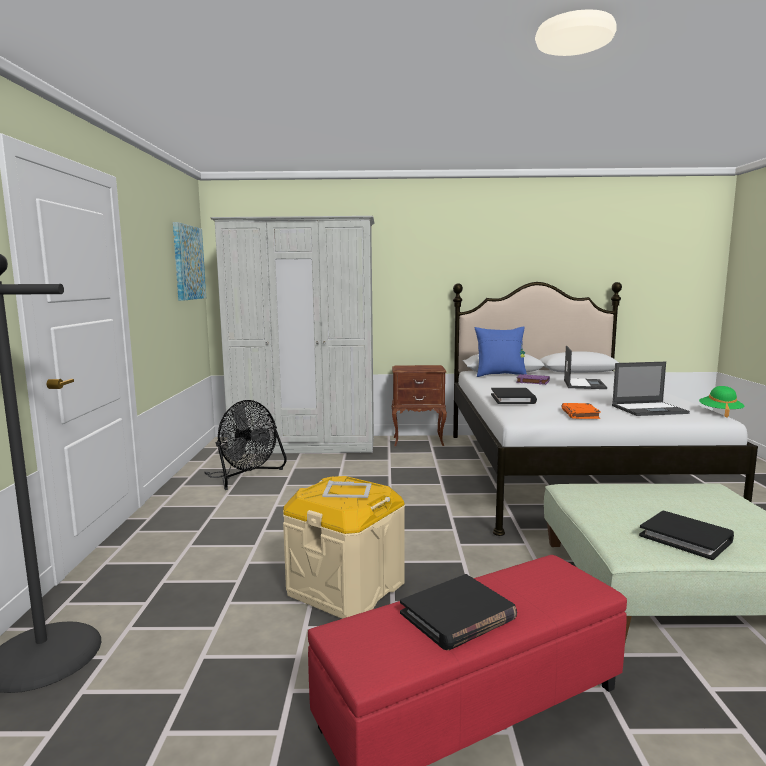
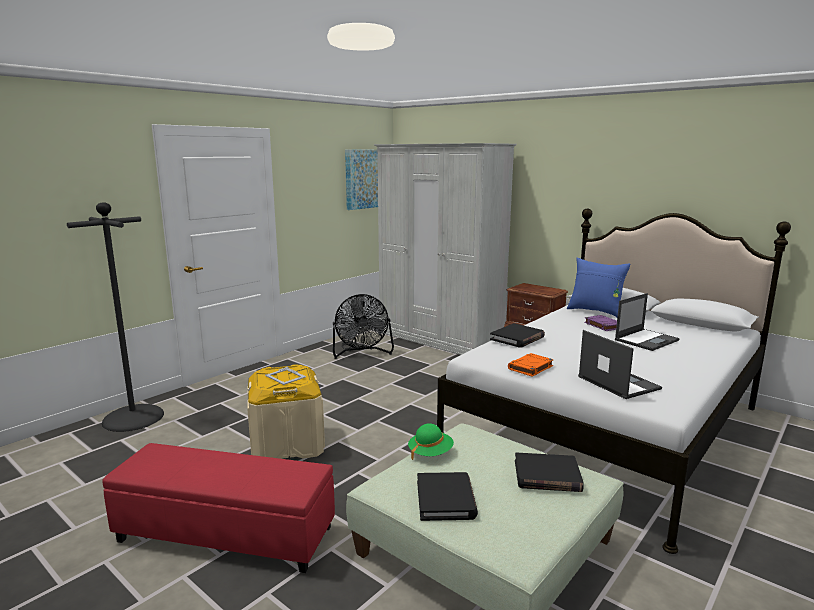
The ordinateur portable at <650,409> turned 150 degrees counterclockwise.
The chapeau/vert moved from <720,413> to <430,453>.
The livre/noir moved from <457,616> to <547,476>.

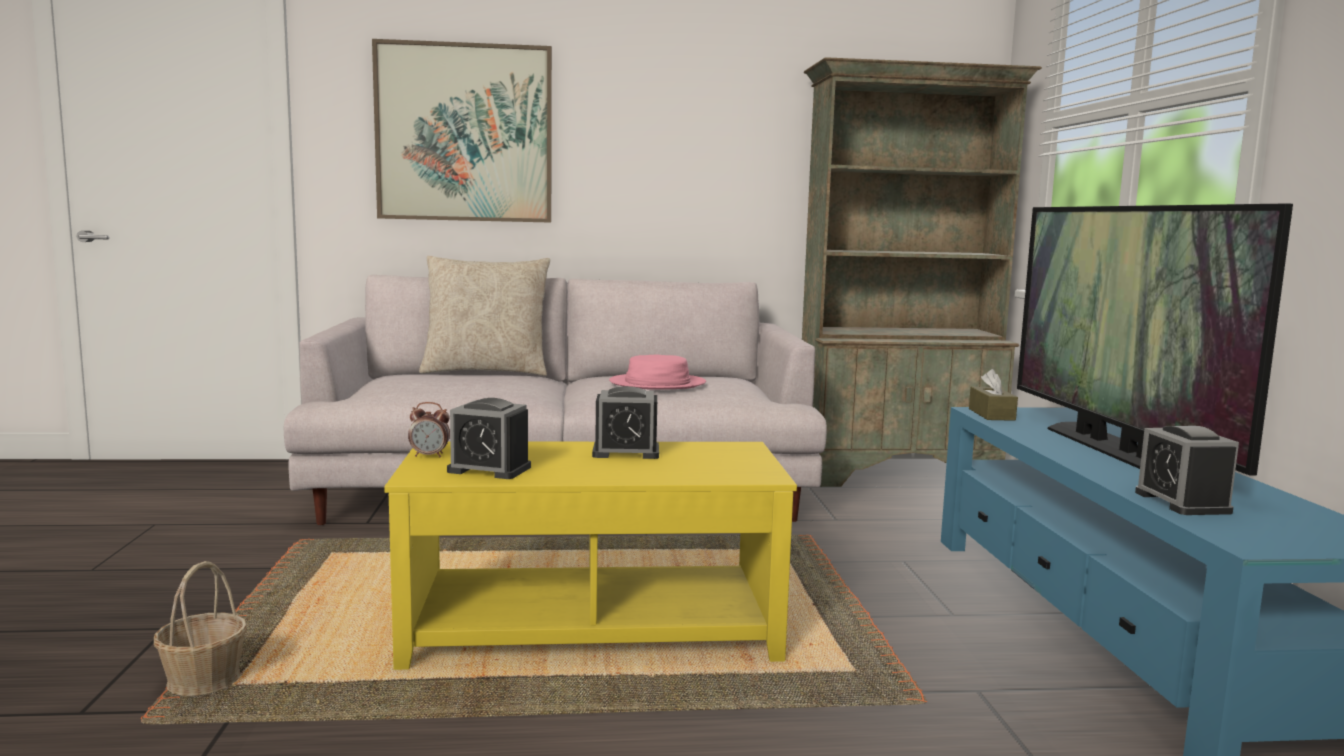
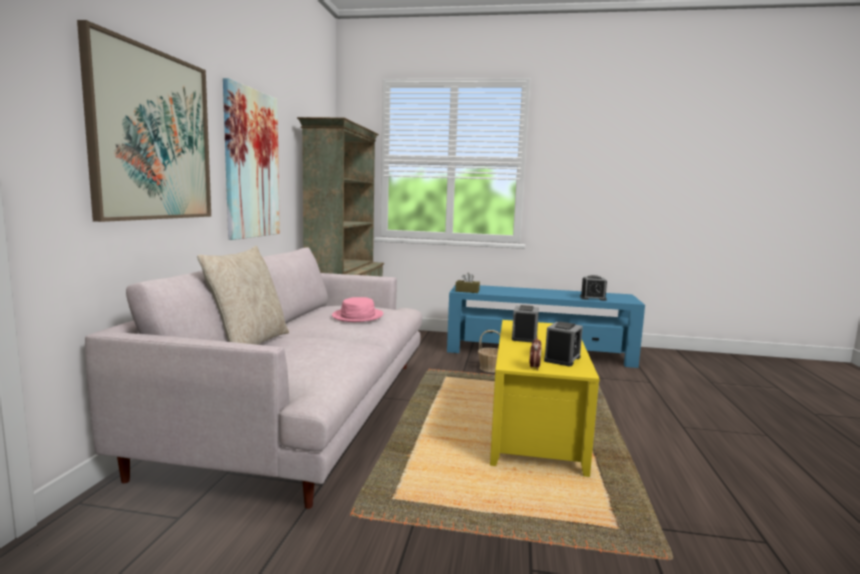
The téléviseur at <1115,450> disappeared.
The panier moved from <203,681> to <490,368>.
The tableau at <251,164> appeared.

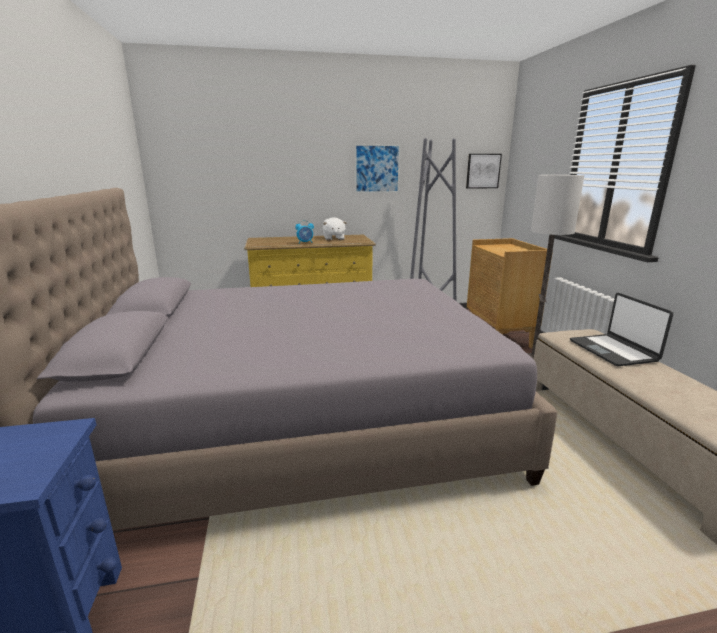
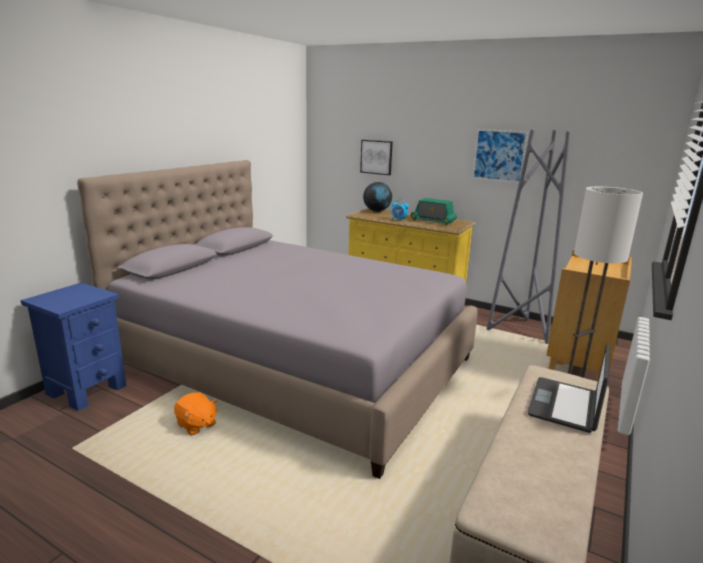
The tableau moved from <483,171> to <376,157>.
The peluche/blanc at <333,238> was replaced by the radio at <433,221>.
The globe at <377,211> appeared.
The peluche/orange at <196,425> appeared.

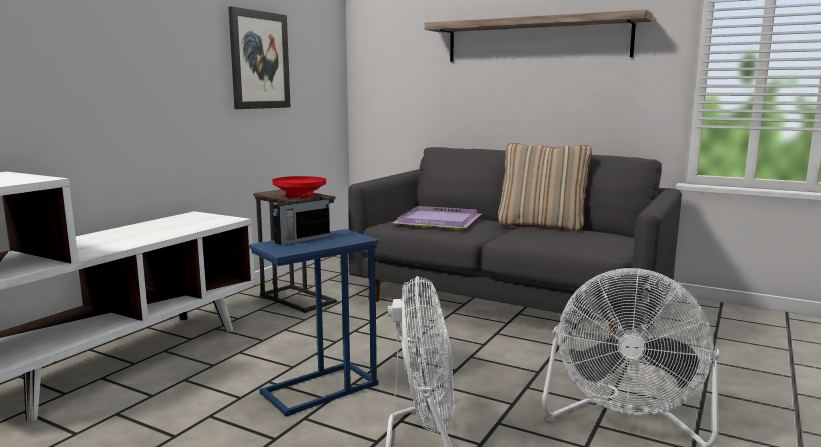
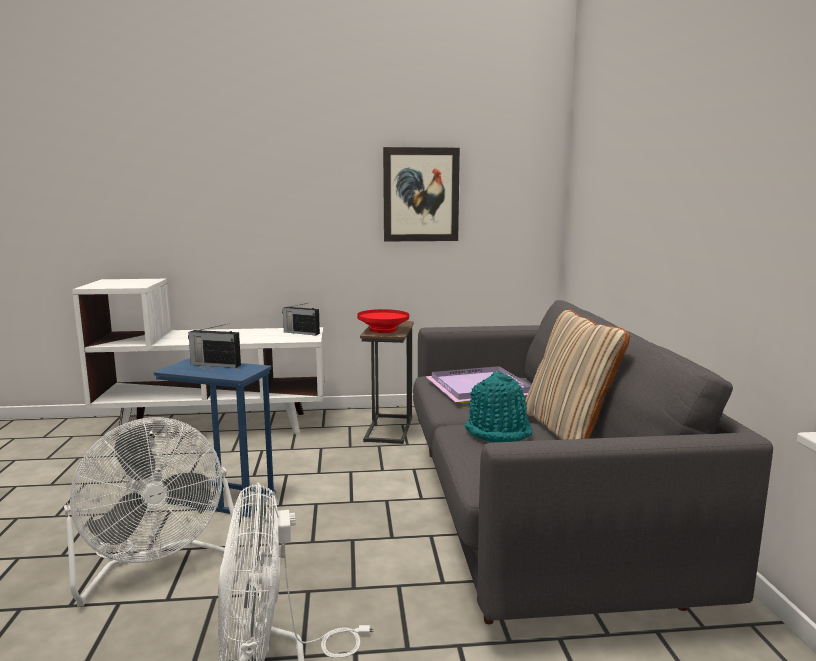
The étagère at <536,39> disappeared.
The radio at <301,333> appeared.
The chapeau/turquoise at <498,431> appeared.

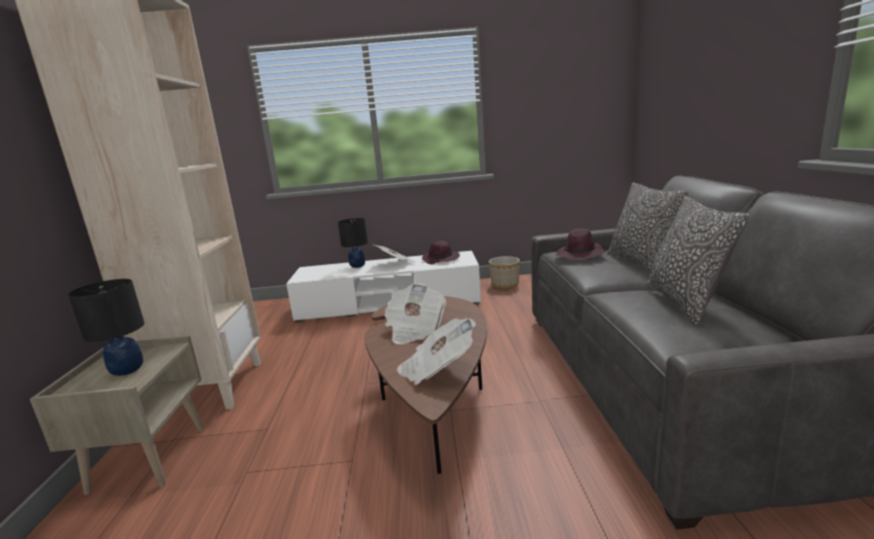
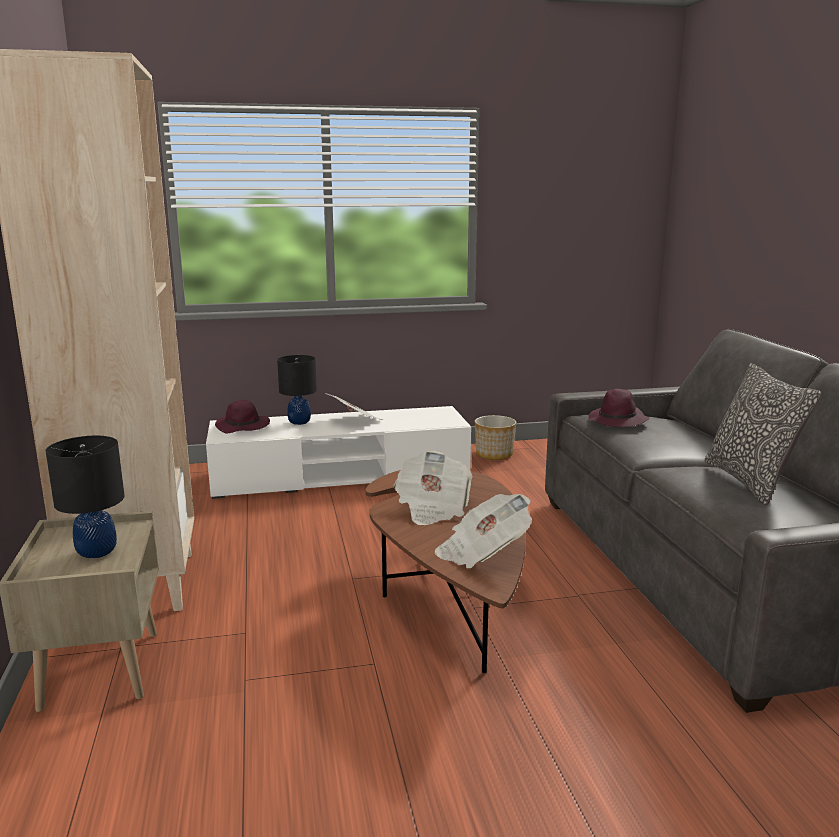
The coussin at <641,262> disappeared.
The chapeau/violet moved from <441,259> to <243,426>.

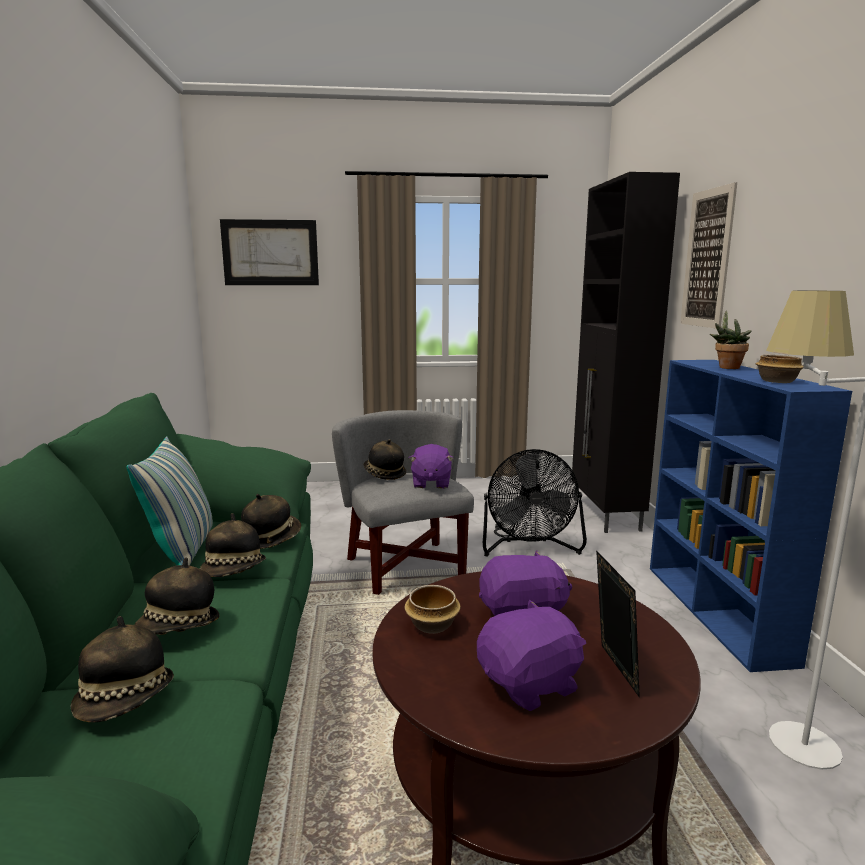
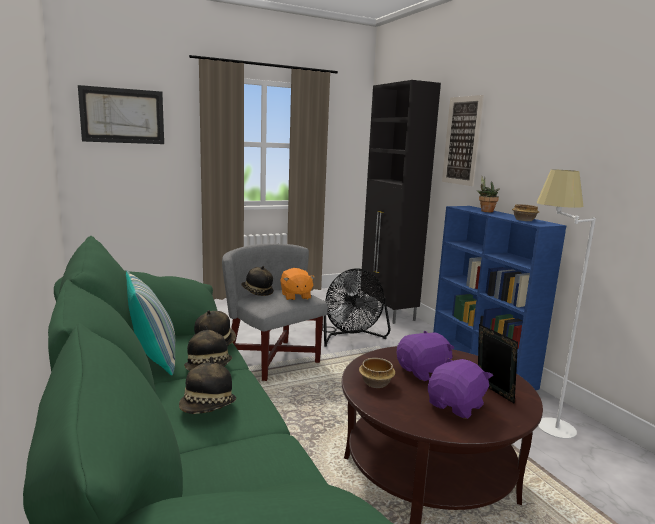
The peluche/violet at <430,483> became the peluche/orange at <295,296>.
The chapeau at <126,702> disappeared.

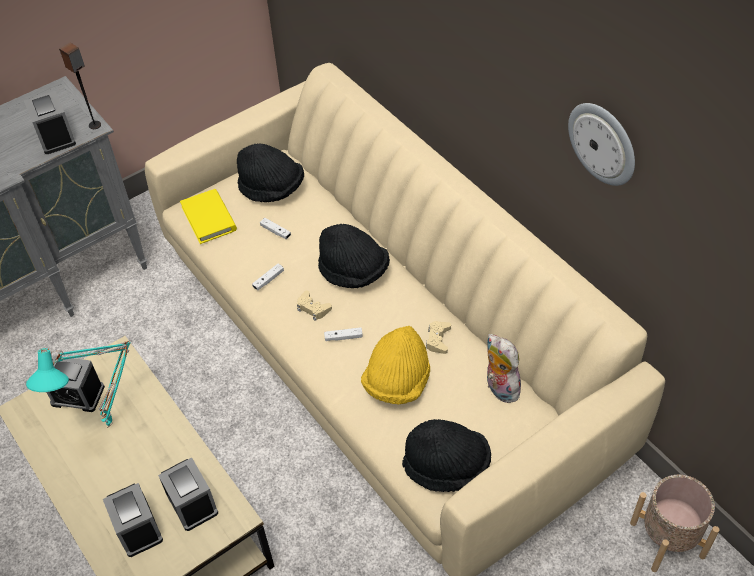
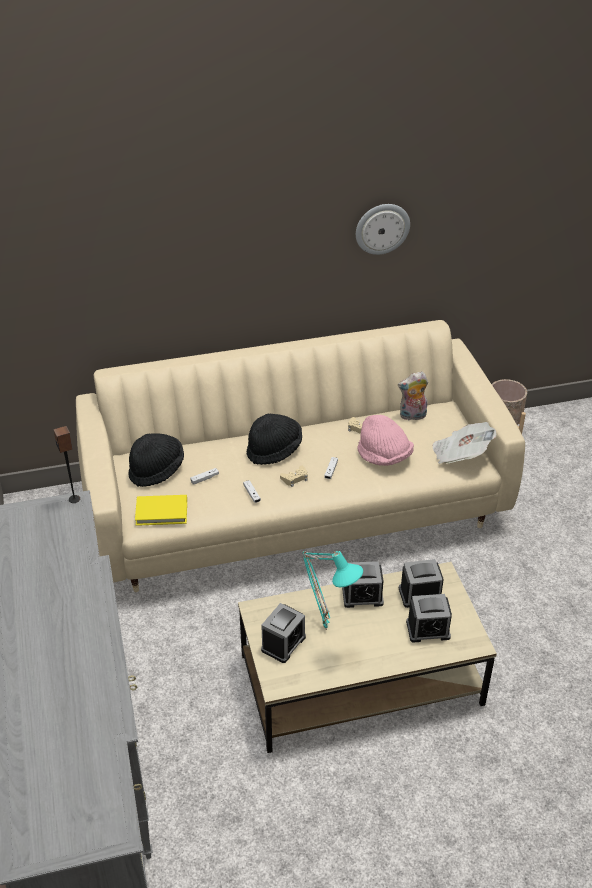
The réveil moved from <55,136> to <362,596>.
The chapeau/jaune at <397,382> became the chapeau/rose at <384,456>.
The chapeau/noir at <447,467> was replaced by the journal at <460,455>.

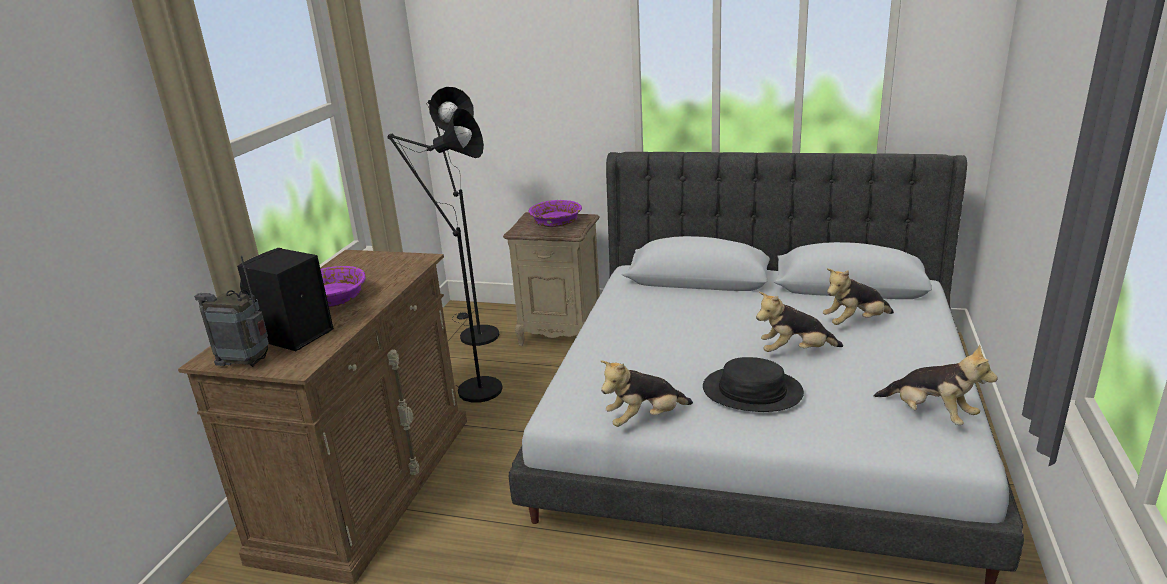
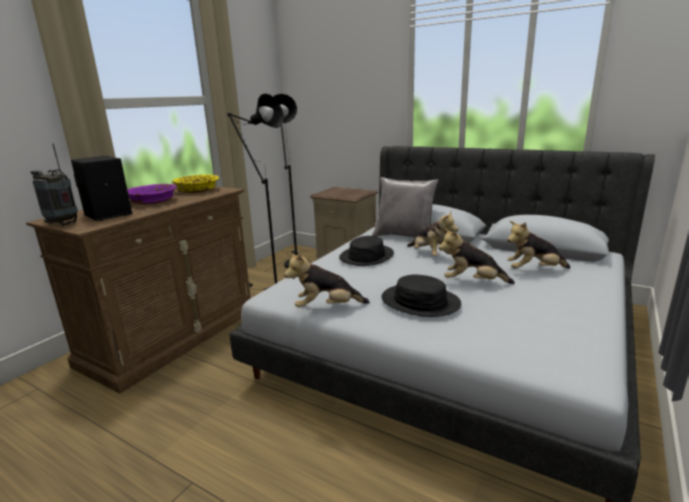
The bol/violet at <556,222> disappeared.
The peluche moved from <930,414> to <430,255>.
The bol/jaune at <197,190> appeared.
The coussin/gris at <405,237> appeared.
The chapeau/noir at <366,256> appeared.

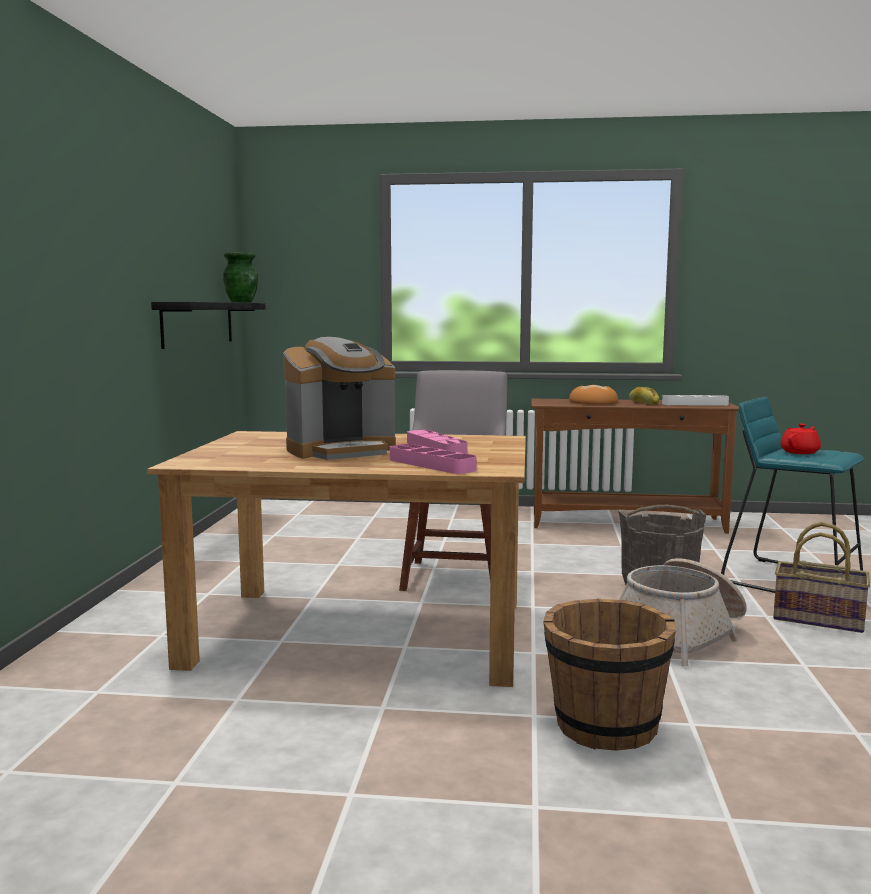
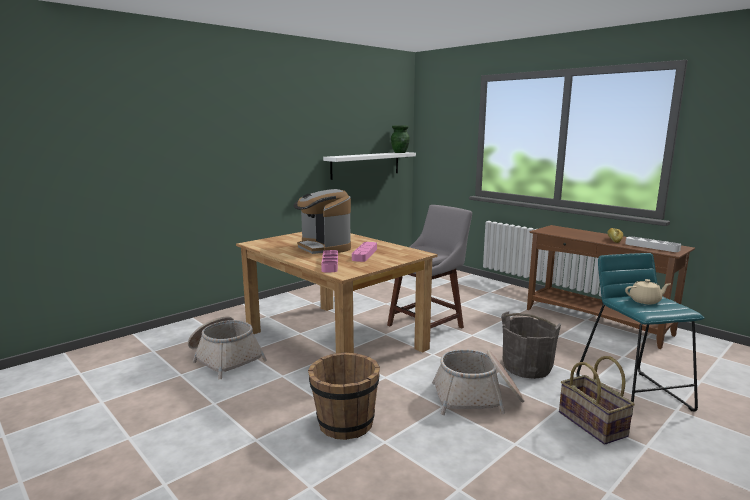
The étagère/noir at <198,323> became the étagère/blanc at <365,165>.
The machine à café at <341,451> turned 45 degrees clockwise.
The pain at <592,402> disappeared.
The théière/rouge at <800,452> became the théière/beige at <645,301>.
The panier at <225,358> appeared.

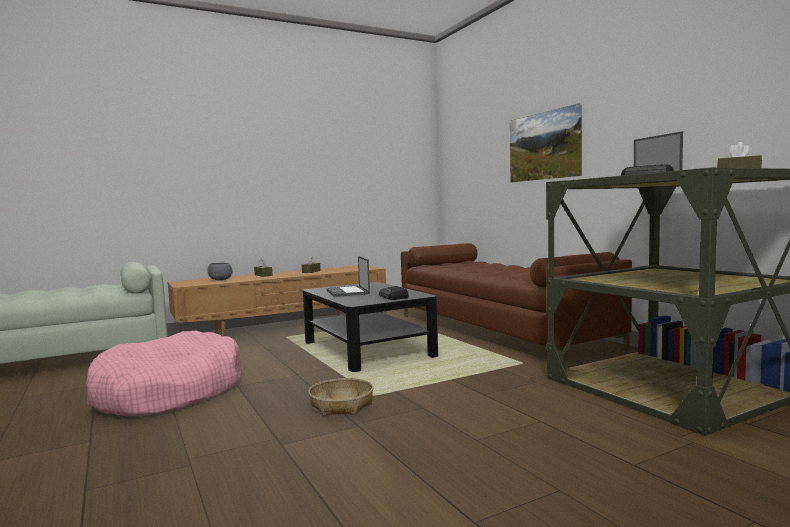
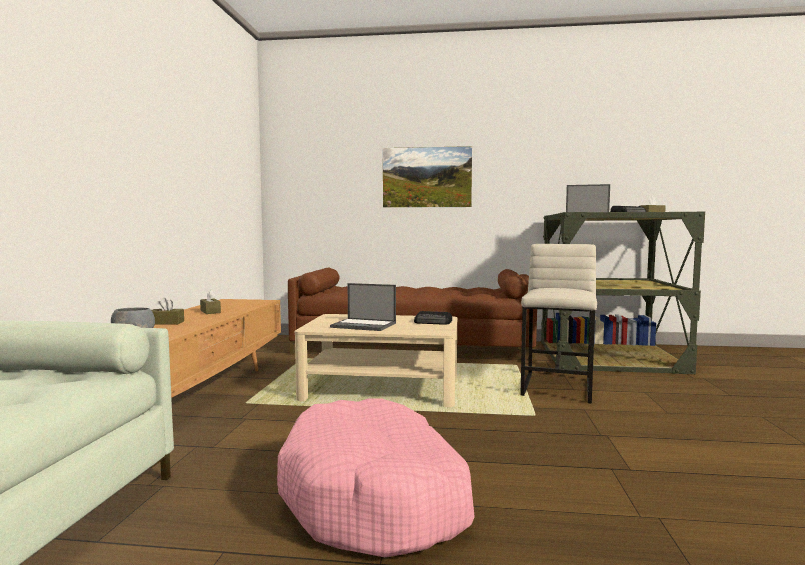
The table basse/noir at <368,349> became the table basse/beige at <382,388>.
The panier at <341,405> disappeared.
The tabouret/beige at <557,387> appeared.

